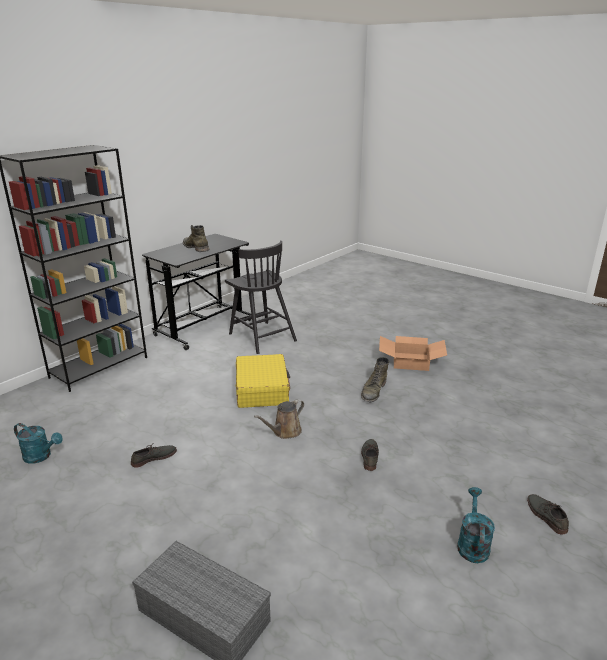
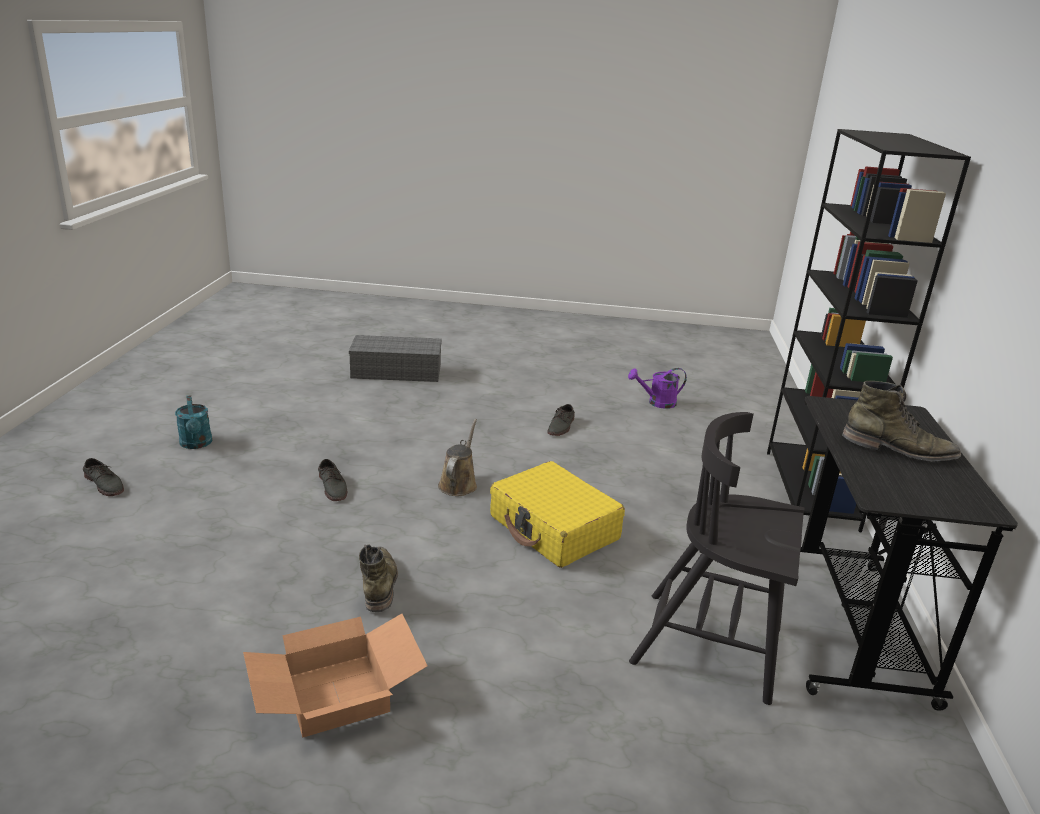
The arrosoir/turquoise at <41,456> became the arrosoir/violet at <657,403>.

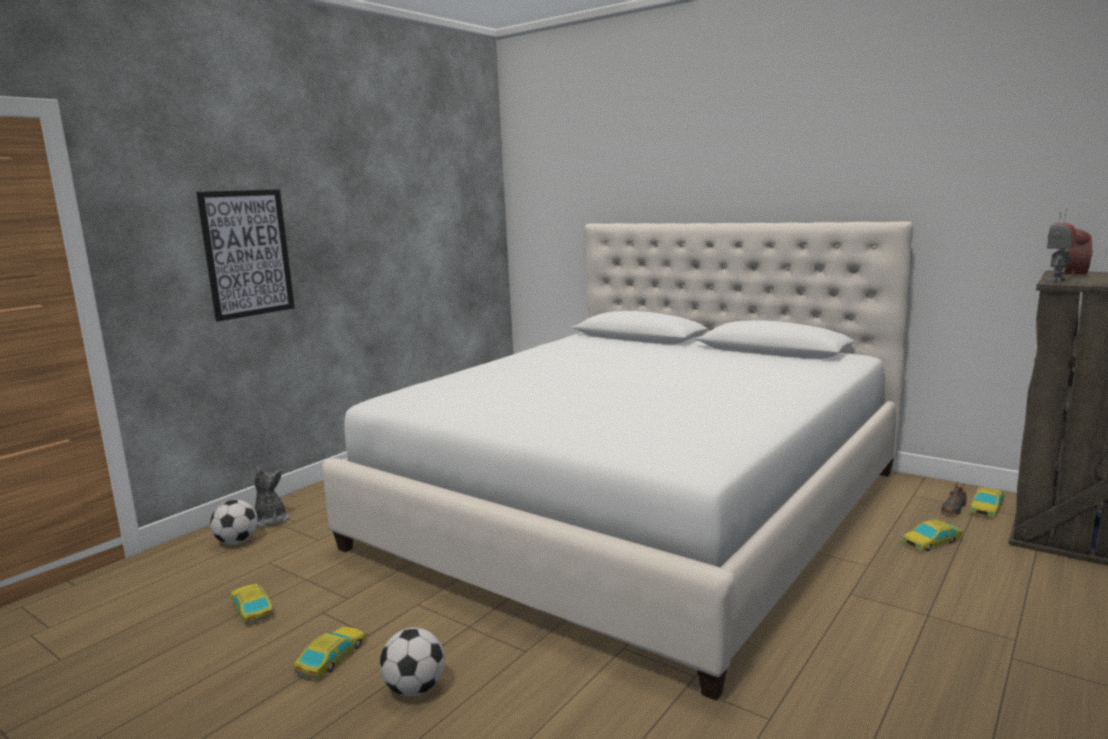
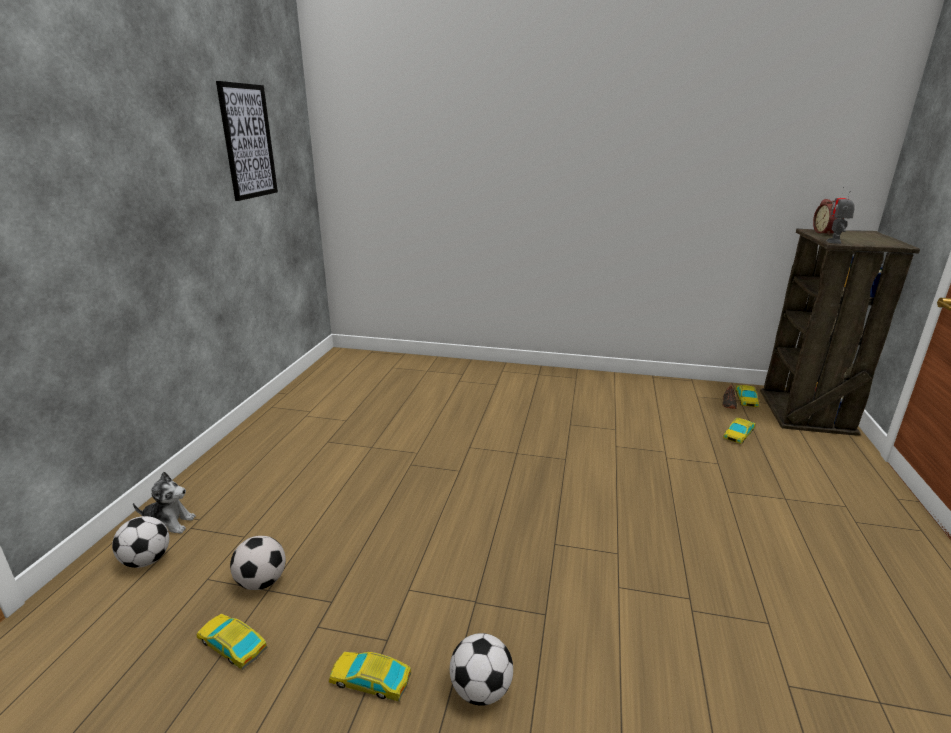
The tableau moved from <247,253> to <248,141>.
The lit/blanc at <636,508> disappeared.
The peluche at <270,520> turned 150 degrees clockwise.
The petite voiture at <332,658> turned 75 degrees counterclockwise.
The ballon de foot at <262,581> appeared.

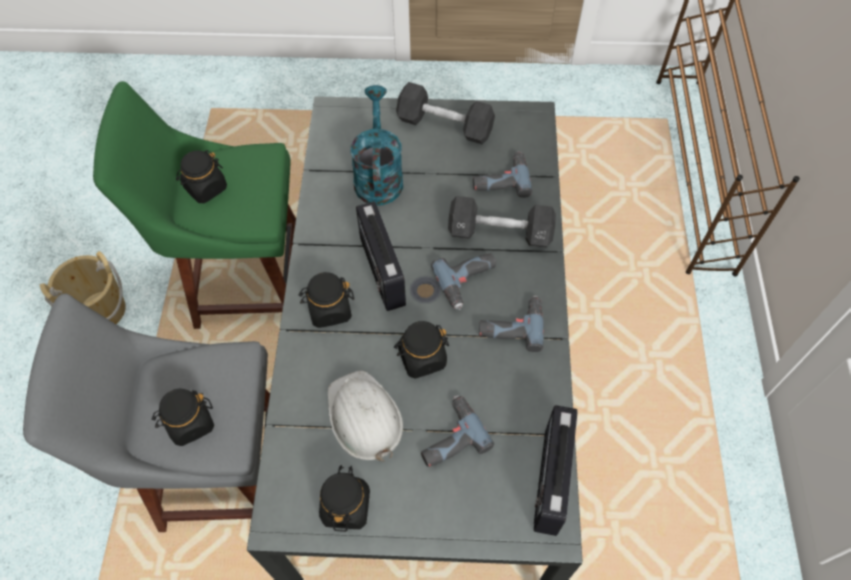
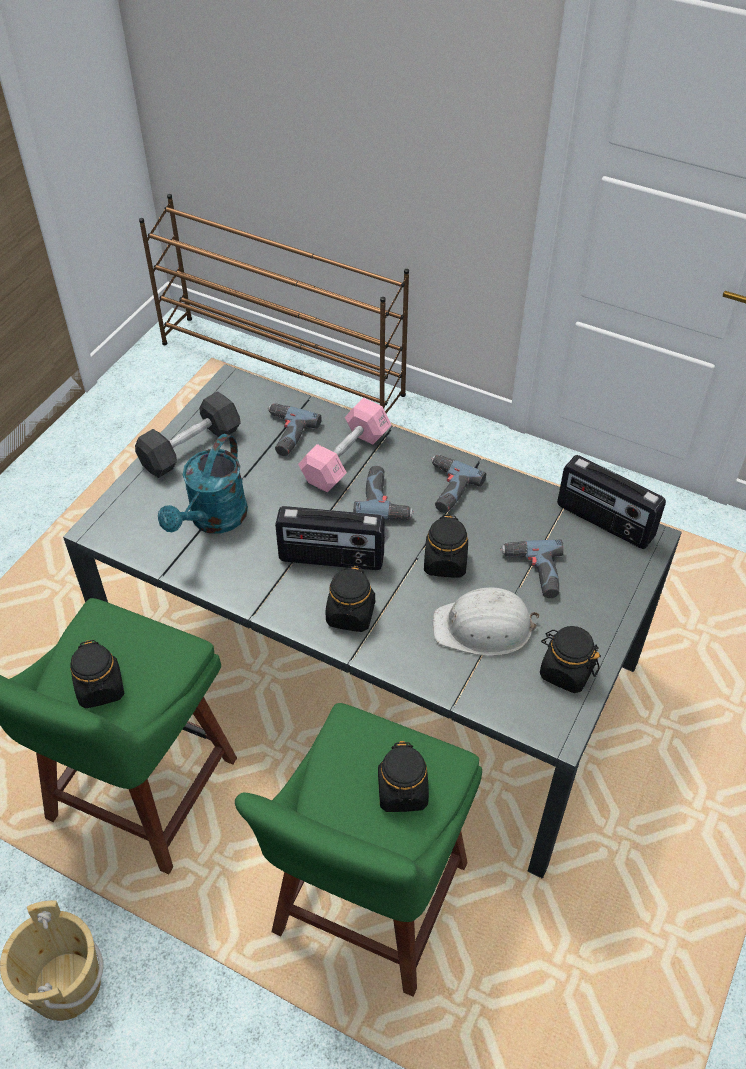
The arrosoir/turquoise at <378,175> turned 90 degrees counterclockwise.
The haltère/noir at <500,233> became the haltère/rose at <346,458>.
The tabouret/gris at <217,468> became the tabouret/vert at <366,906>.

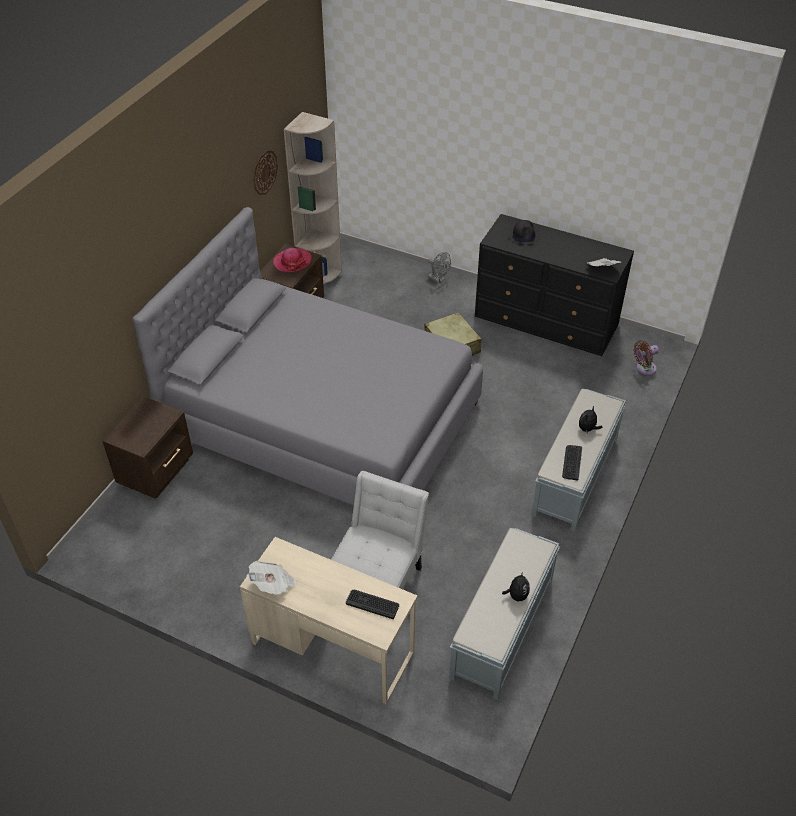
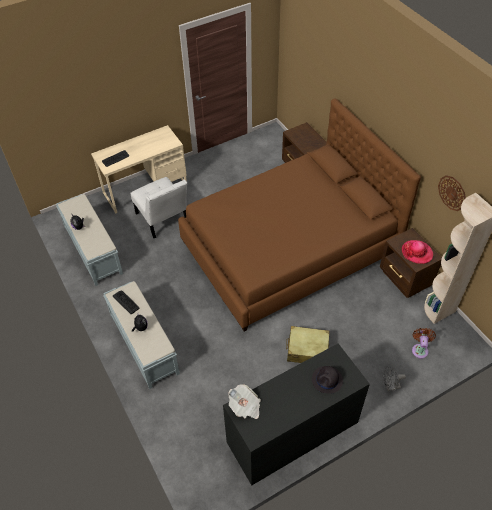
The lit/gris at <322,419> became the lit/marron at <290,248>.
The ventilateur/marron moved from <644,368> to <420,349>.
The journal at <273,584> disappeared.

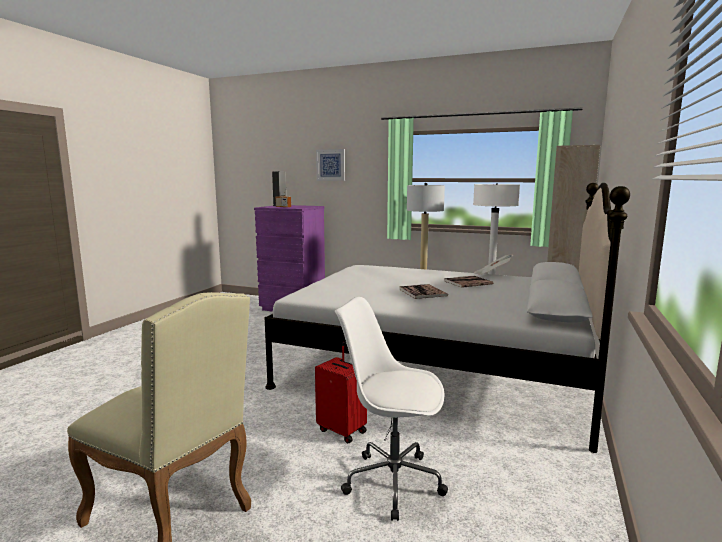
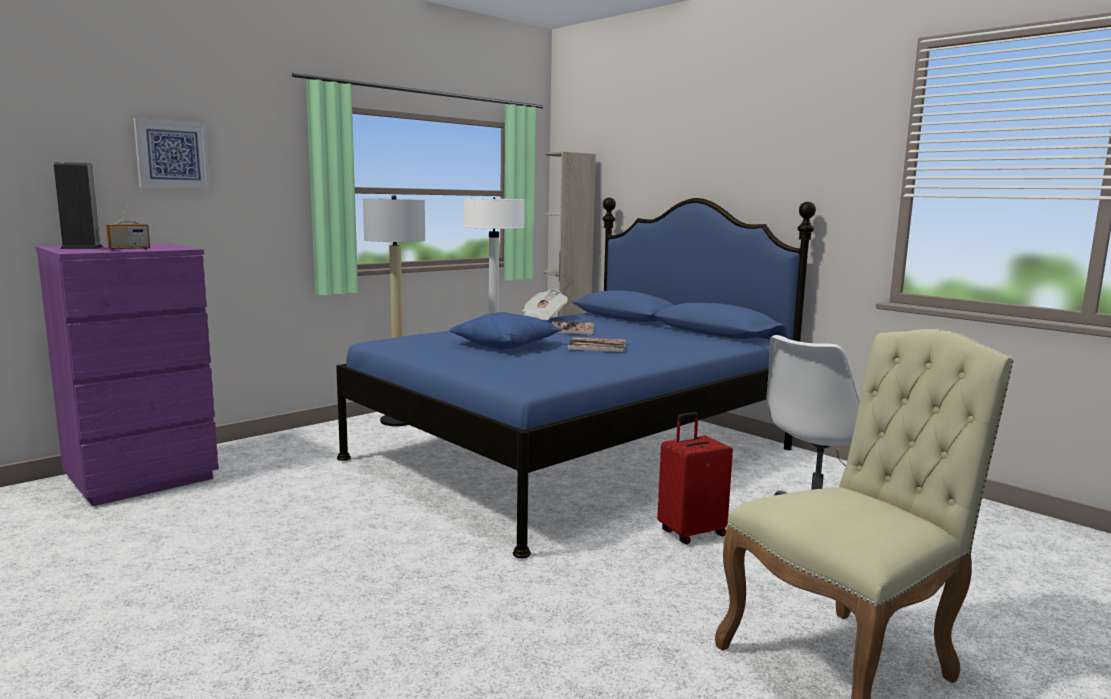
The lit/blanc at <436,370> became the lit/bleu at <574,454>.
The coussin/bleu at <506,345> appeared.

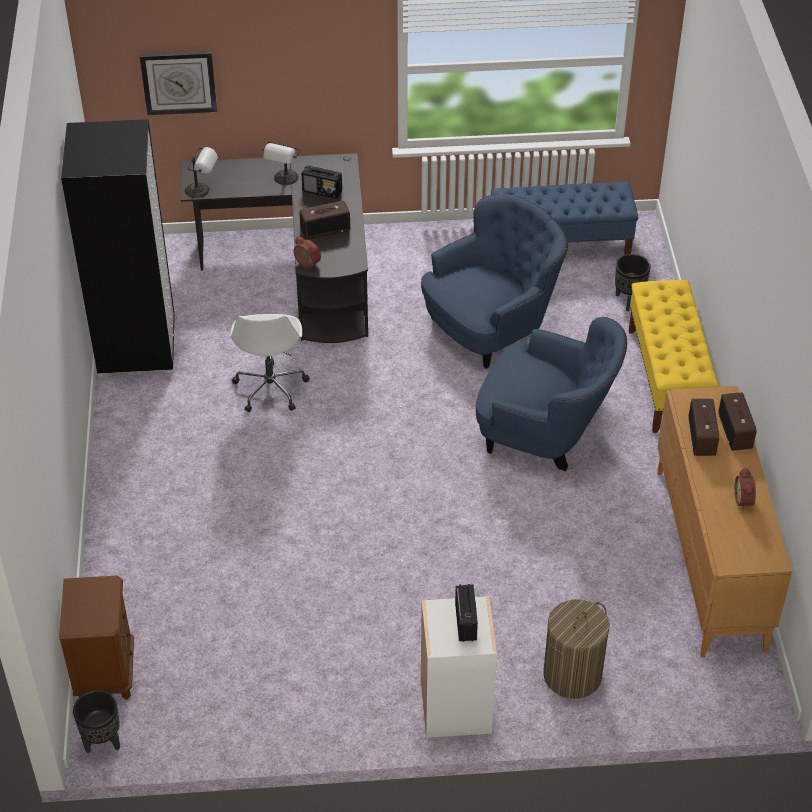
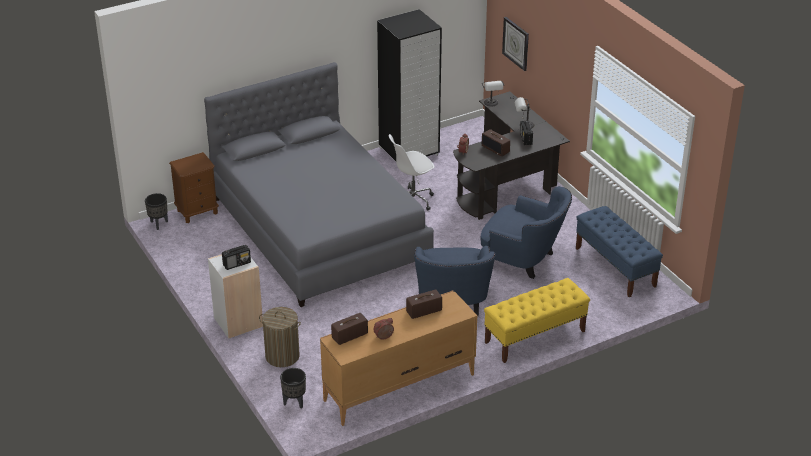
The cache-pot/noir moved from <628,301> to <294,402>.
The radio moved from <736,431> to <349,336>.
The lit/gris at <319,229> appeared.

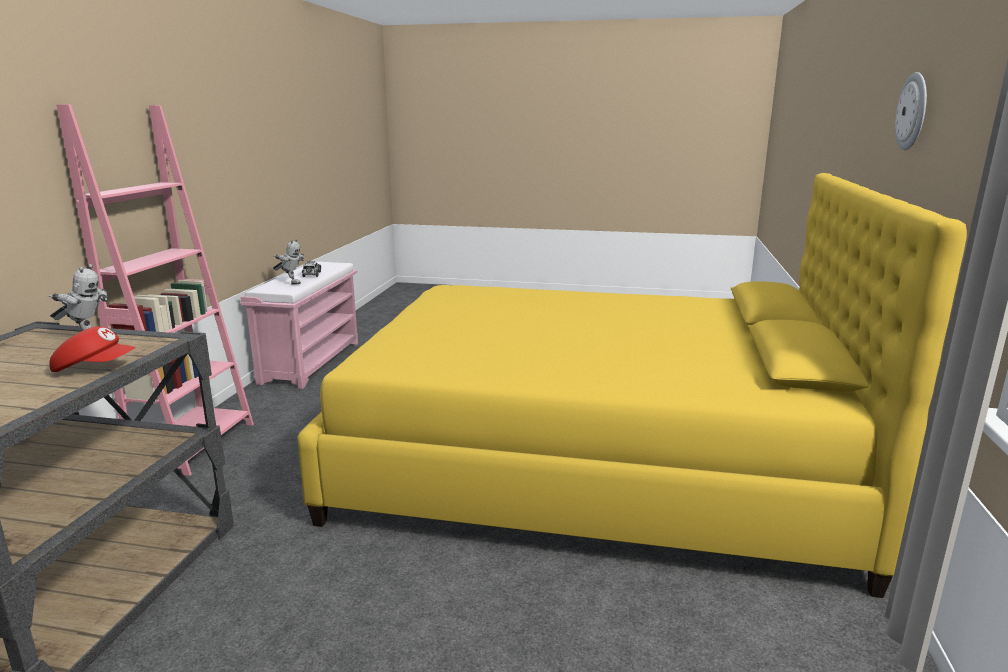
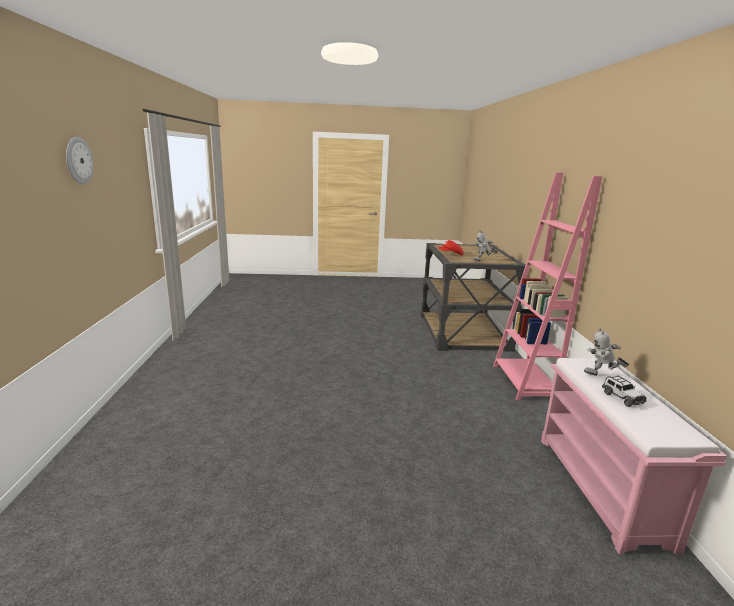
The lit/jaune at <592,463> disappeared.

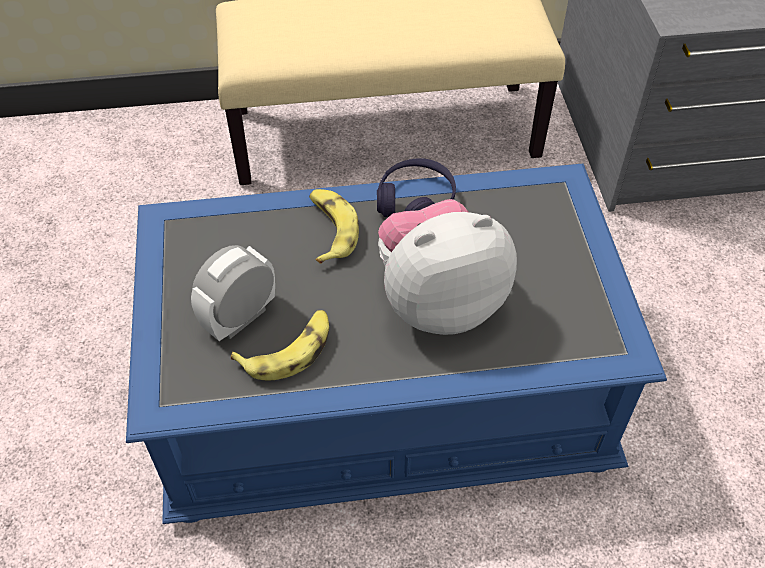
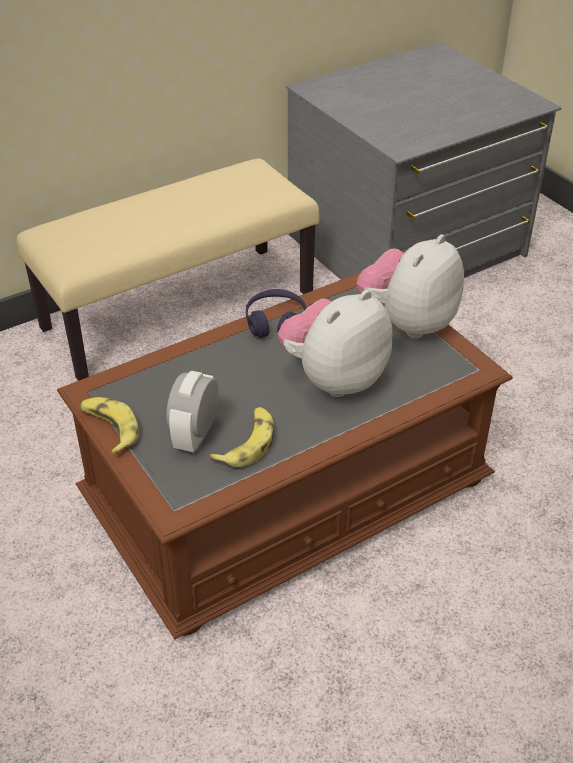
The table basse/bleu at <380,388> became the table basse/marron at <284,488>.
The banane moved from <330,230> to <109,429>.
The peluche at <408,322> appeared.

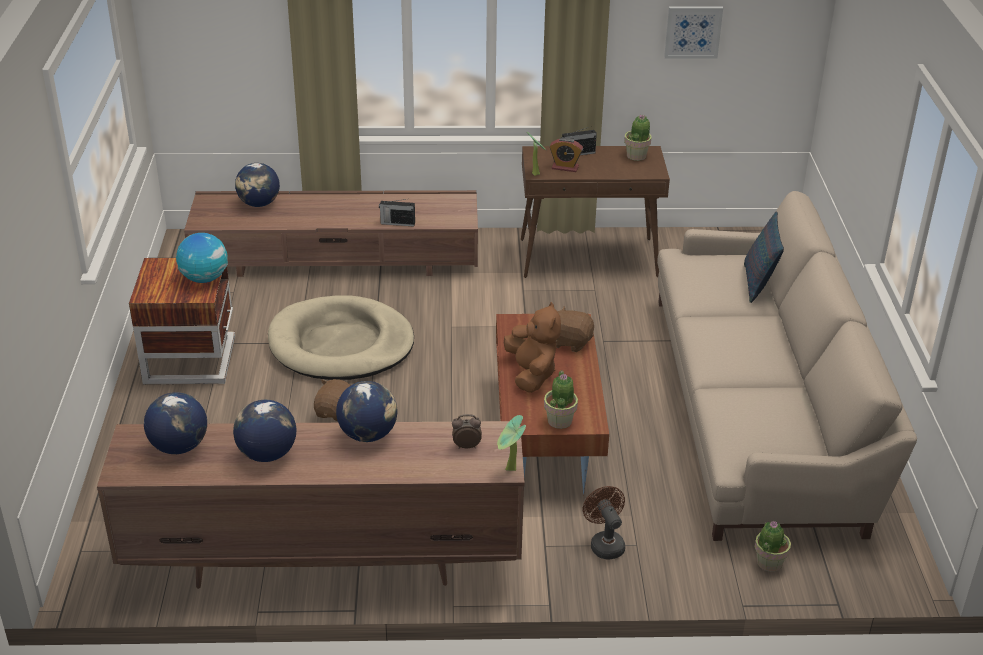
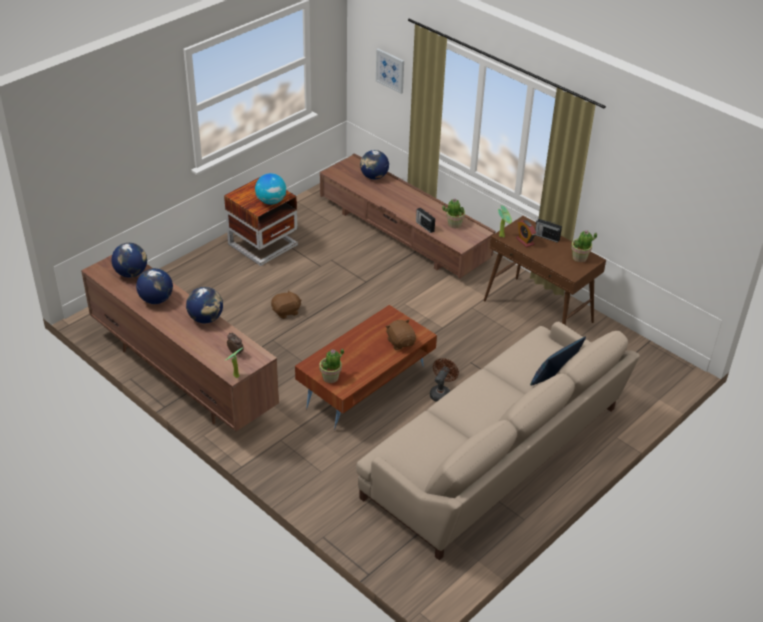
The tableau moved from <693,32> to <390,70>.
The panier pour chien/beige at <341,344> disappeared.
The peluche/marron at <531,374> disappeared.
The ventilateur/marron moved from <604,543> to <441,393>.
The plante en pot moved from <768,563> to <454,224>.

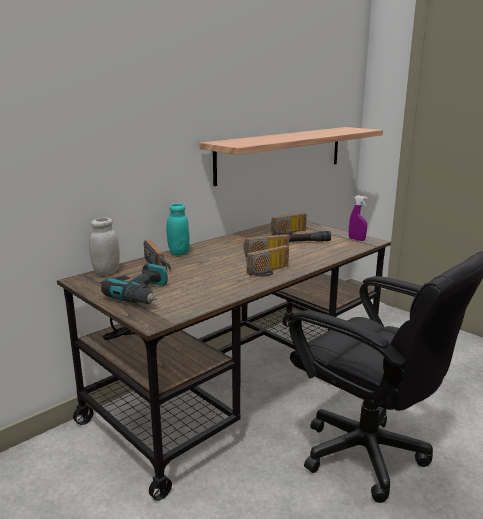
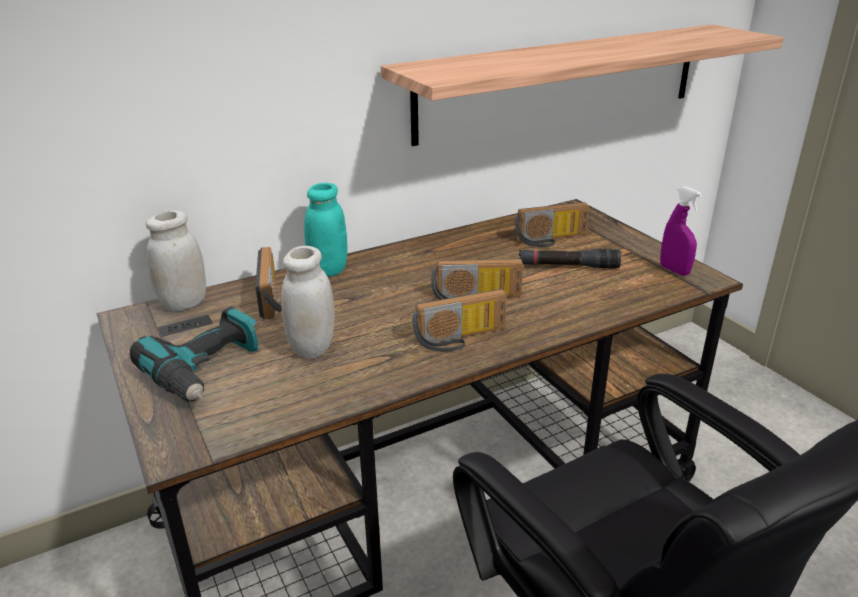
The bocal/blanc at <312,348> appeared.

